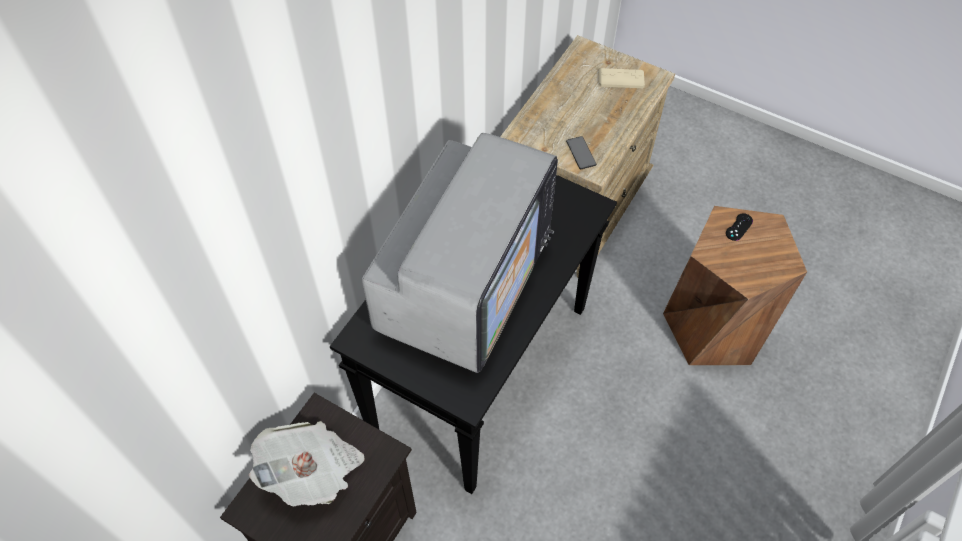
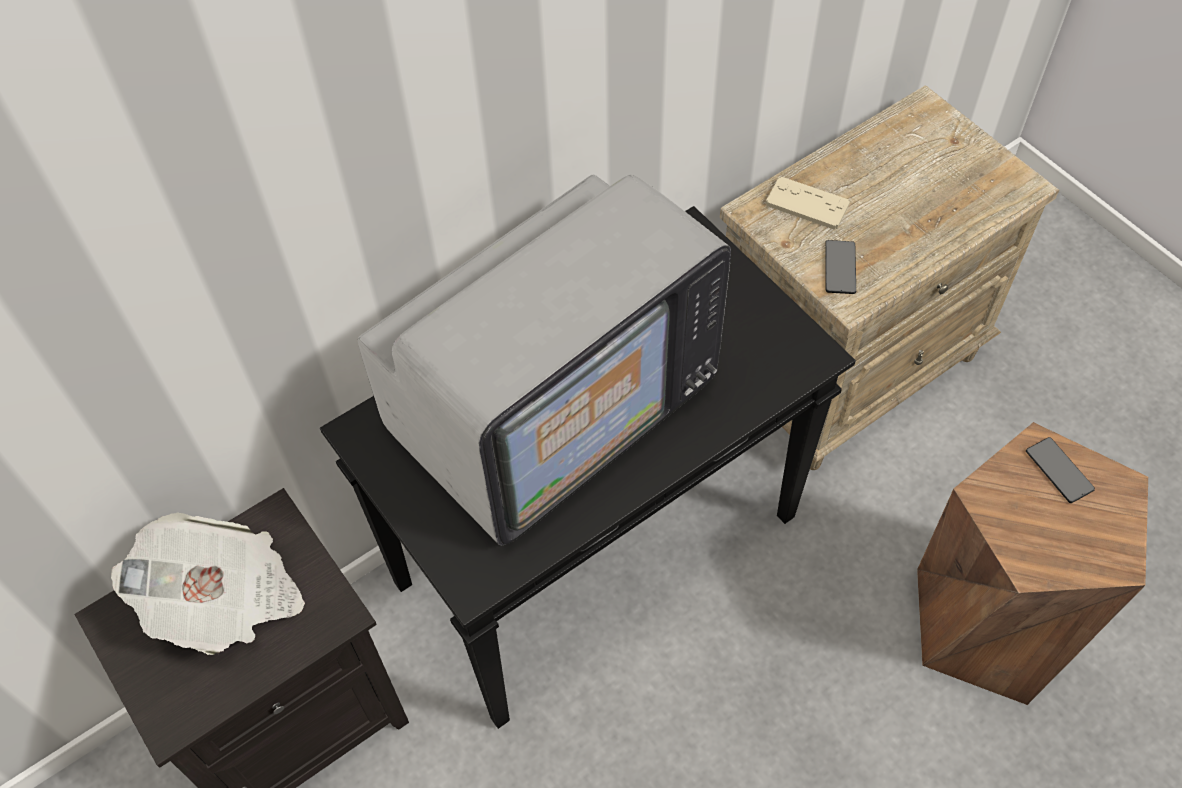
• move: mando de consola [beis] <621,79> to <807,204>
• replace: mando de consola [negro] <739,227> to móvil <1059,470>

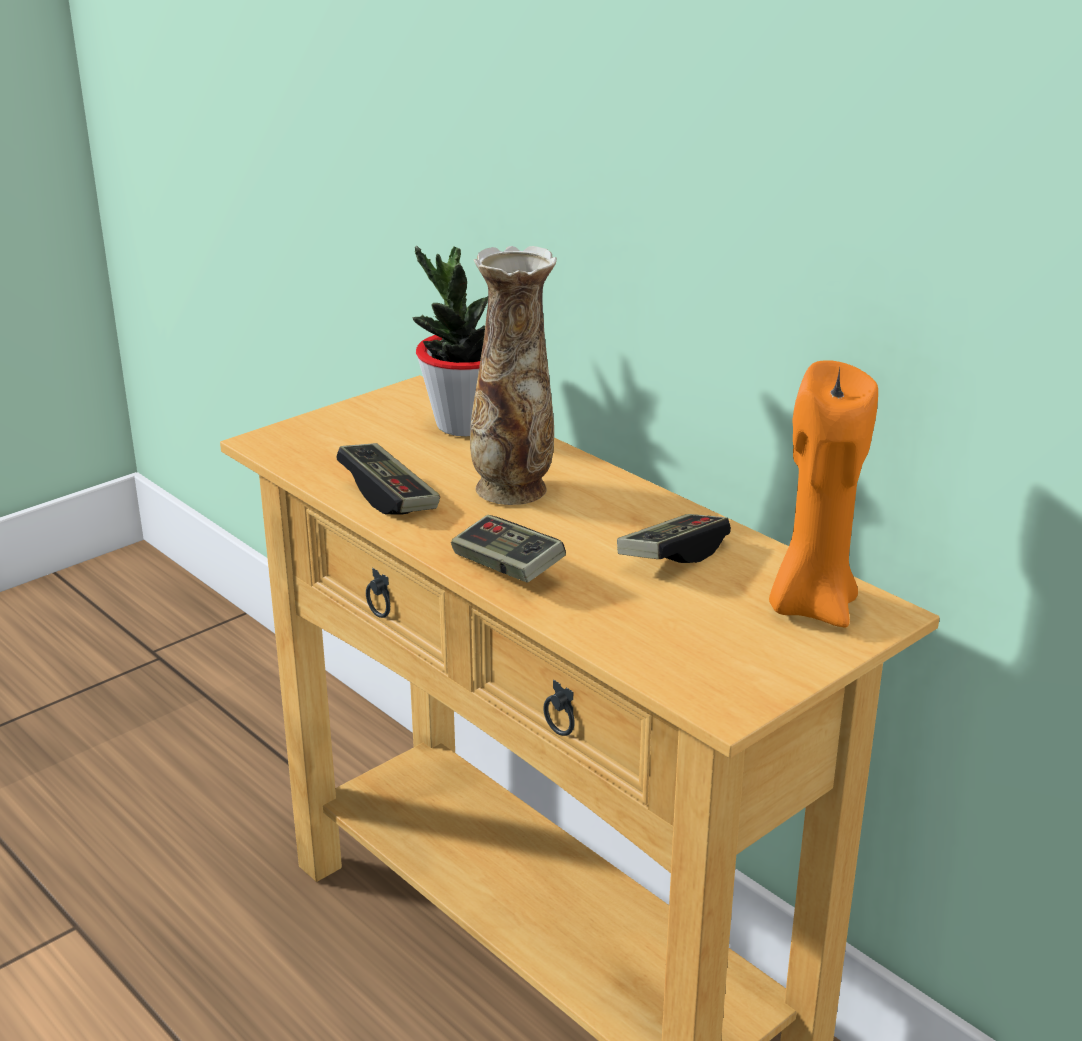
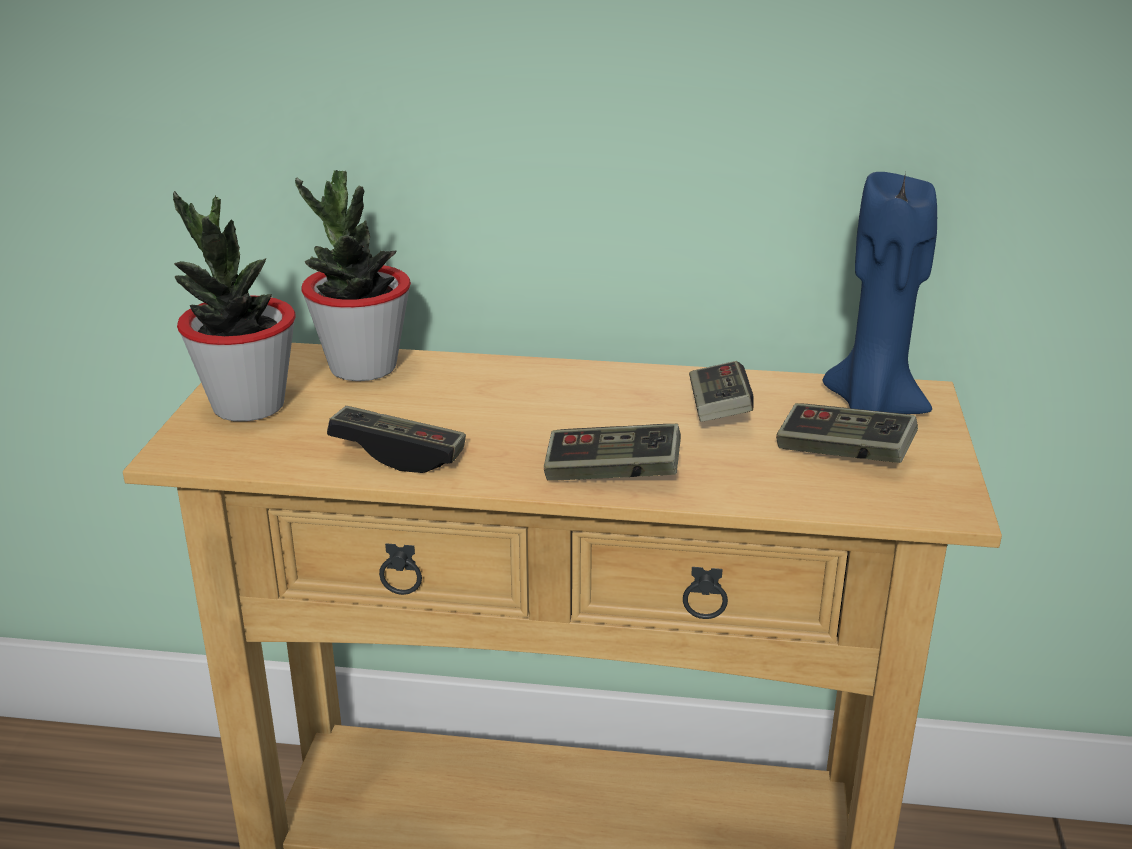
• delete: florero <513,489>
• insert: planta en maceta <248,406>
• insert: mando de consola <843,453>
• recolor: vela [naranja] <811,606> to vela [azul] <872,408>

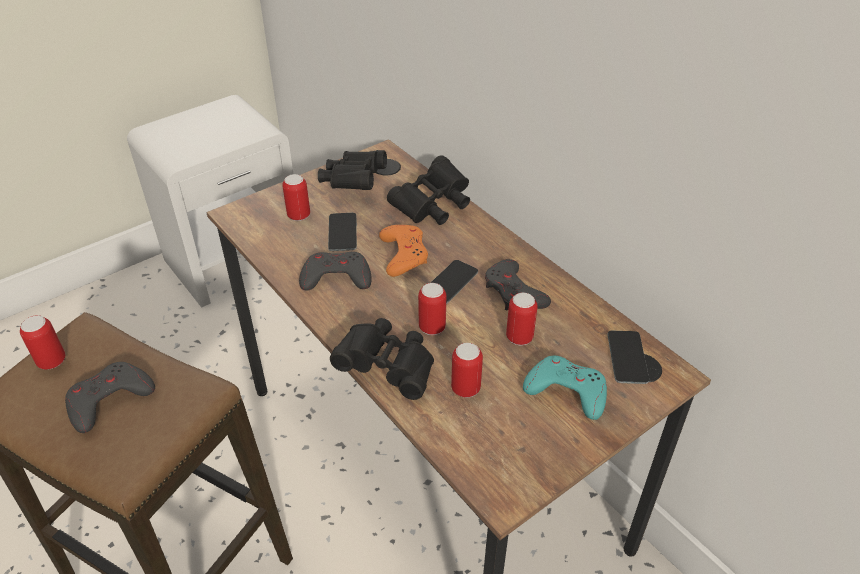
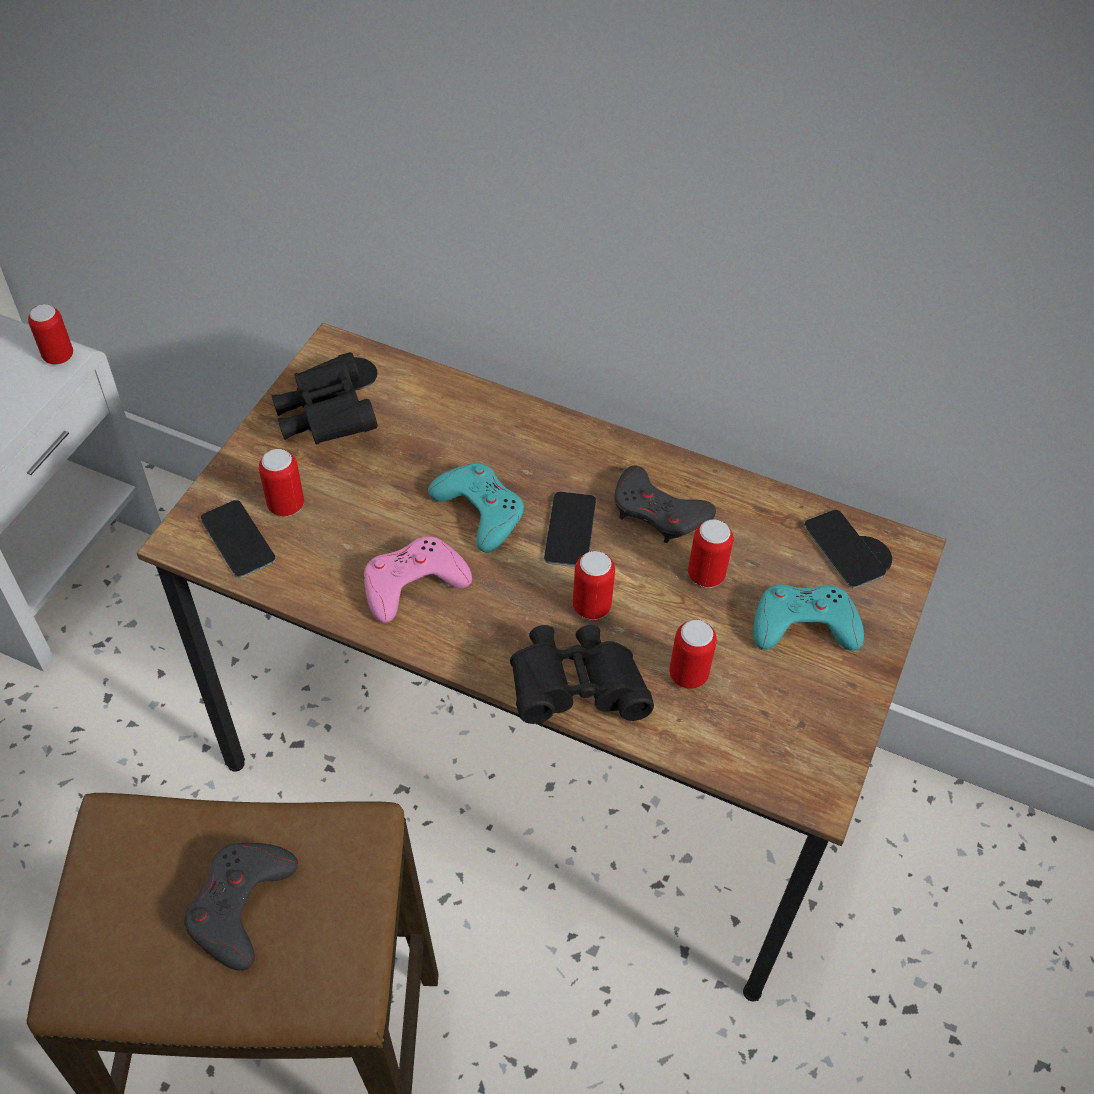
• delete: prismáticos [negro] <433,206>
• move: lata <52,361> to <58,356>
• move: móvil <342,232> to <238,539>
• recolor: mando de consola [gris] <336,277> to mando de consola [rosa] <413,583>
• recolor: mando de consola [naranja] <403,254> to mando de consola [turquesa] <479,510>

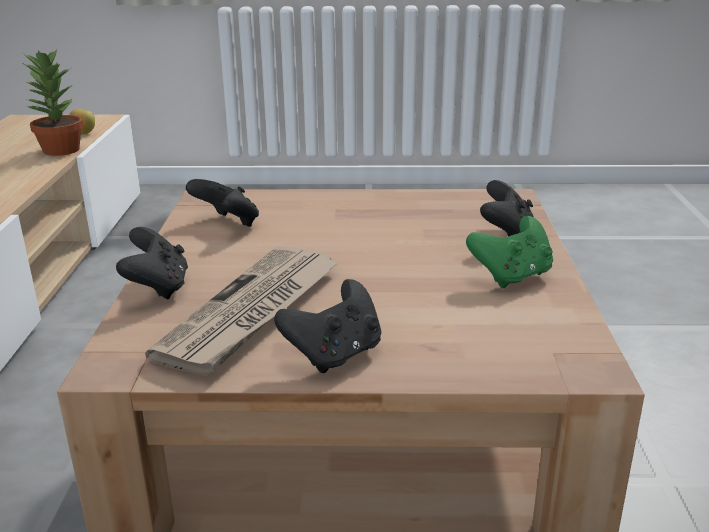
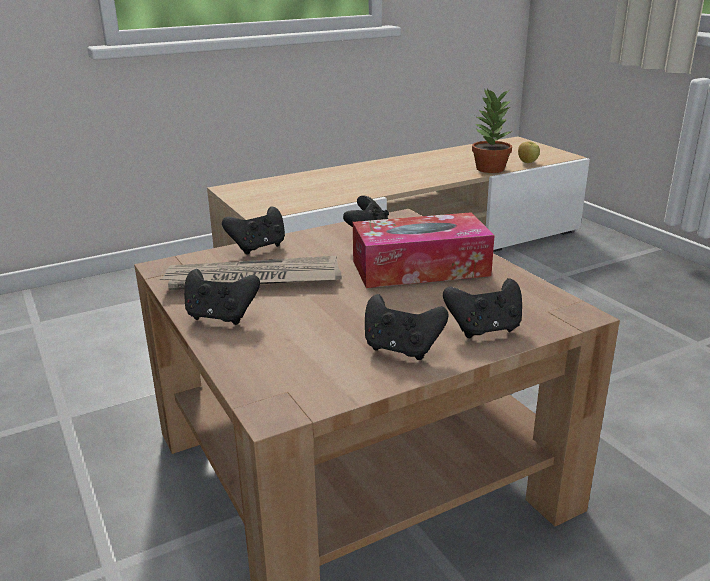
• insert: caja de pañuelos <420,268>
• recolor: mando de consola [verde] <512,276> to mando de consola [negro] <401,349>

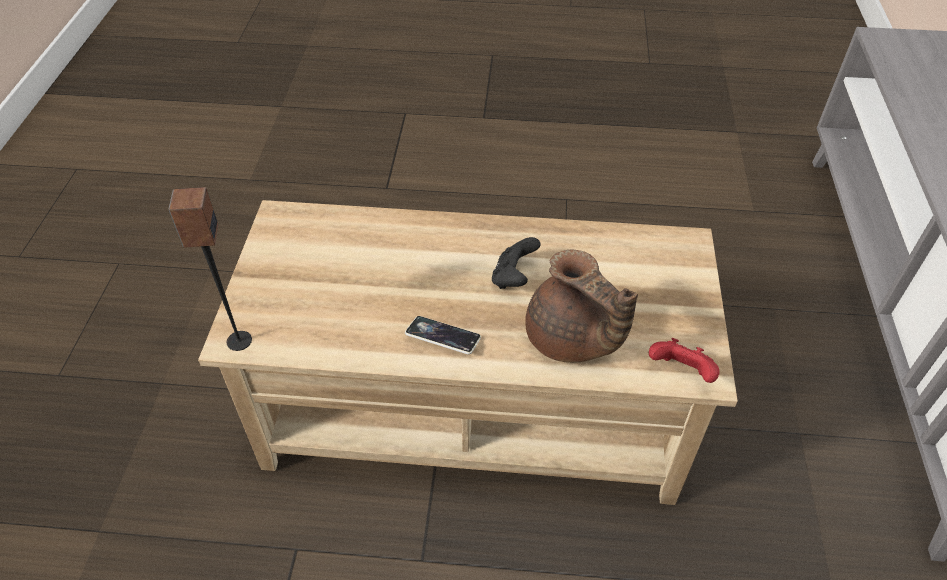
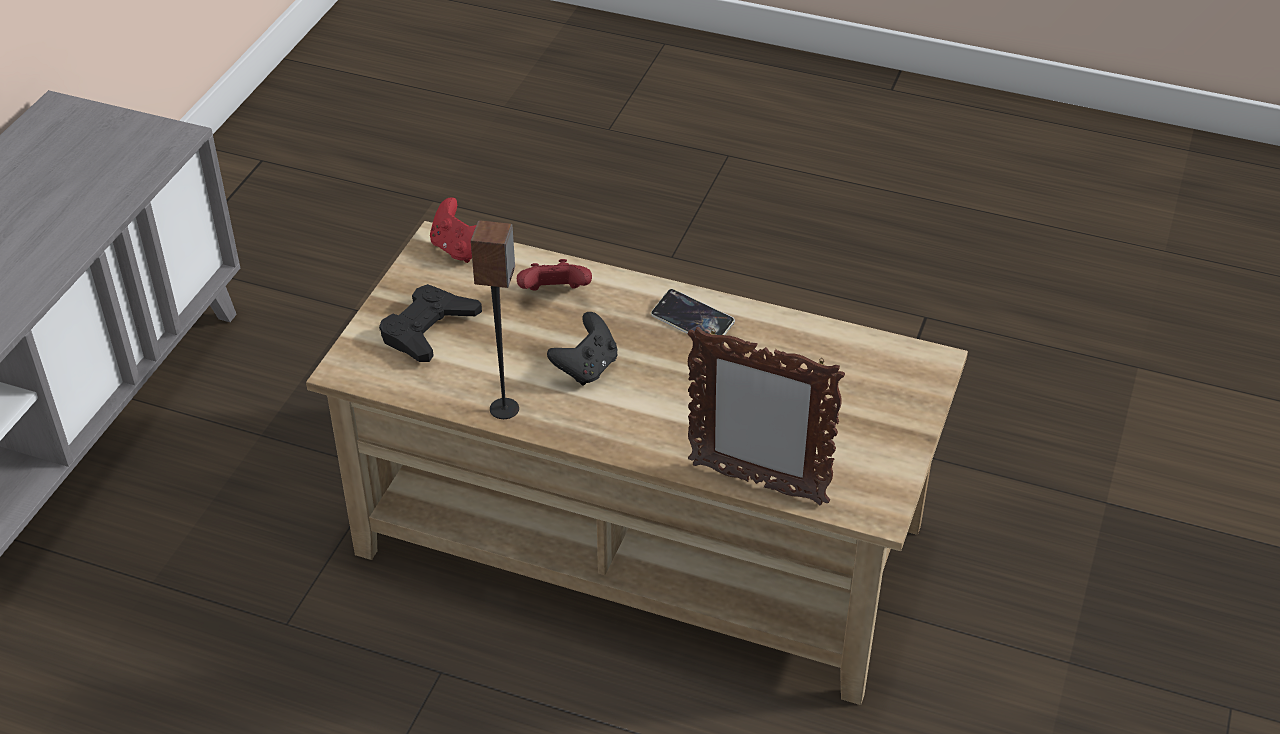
• insert: mando de consola [negro] <428,330>
• insert: portarretratos <756,483>
• move: altavoz <238,341> to <505,409>
• replace: tetera [marrón] <571,340> to mando de consola [rojo] <554,295>

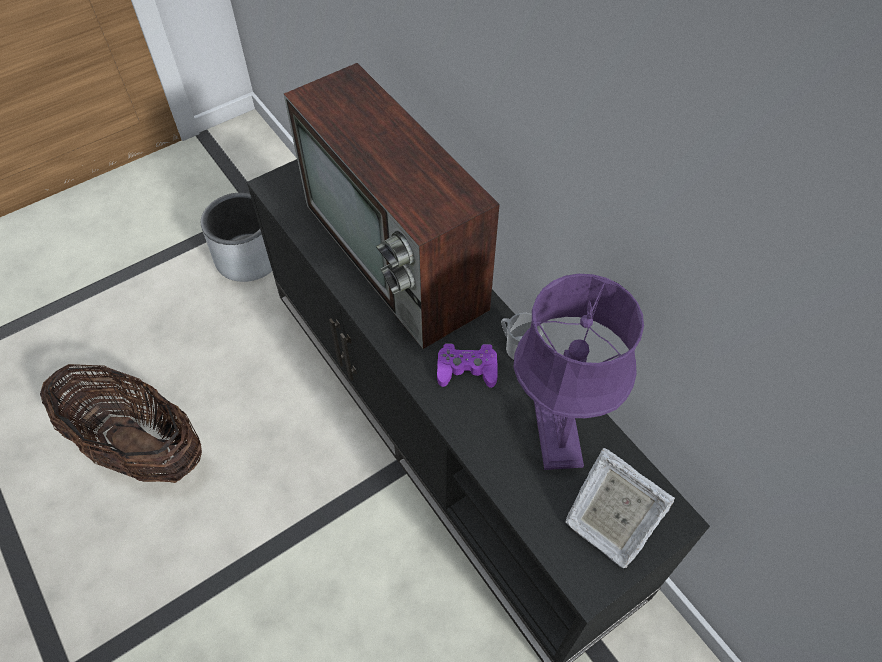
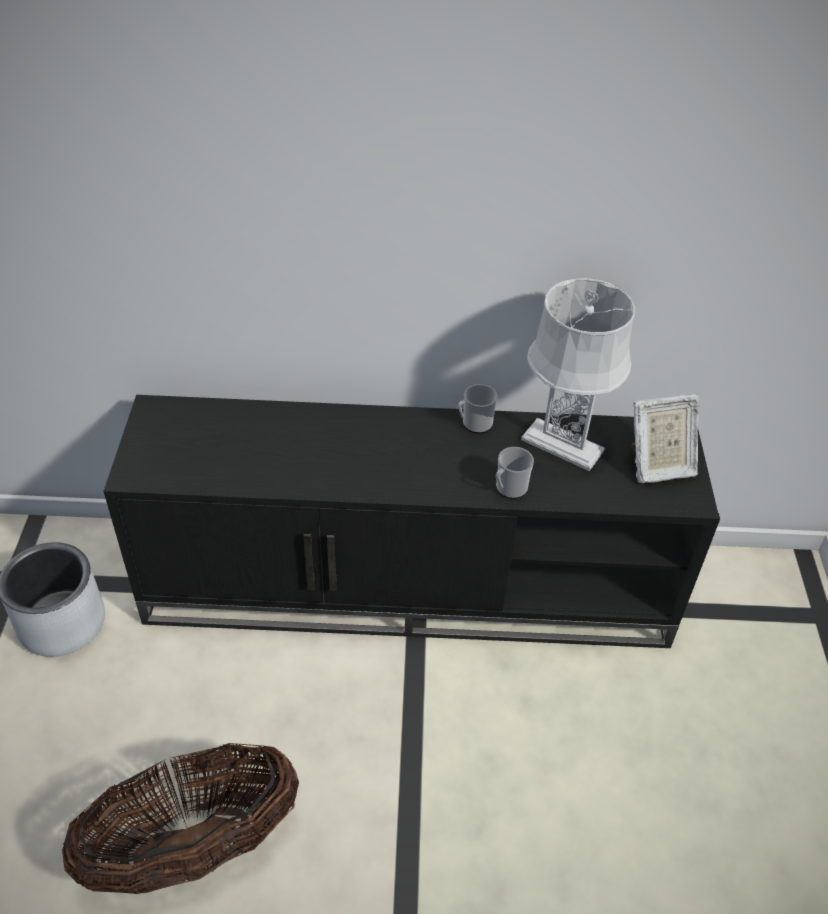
• delete: televisor <397,258>
• delete: mando de consola [morado] <466,369>
• insert: taza grande <508,489>
• recolor: lámpara de mesa [morado] <556,428> to lámpara de mesa [gris] <561,445>

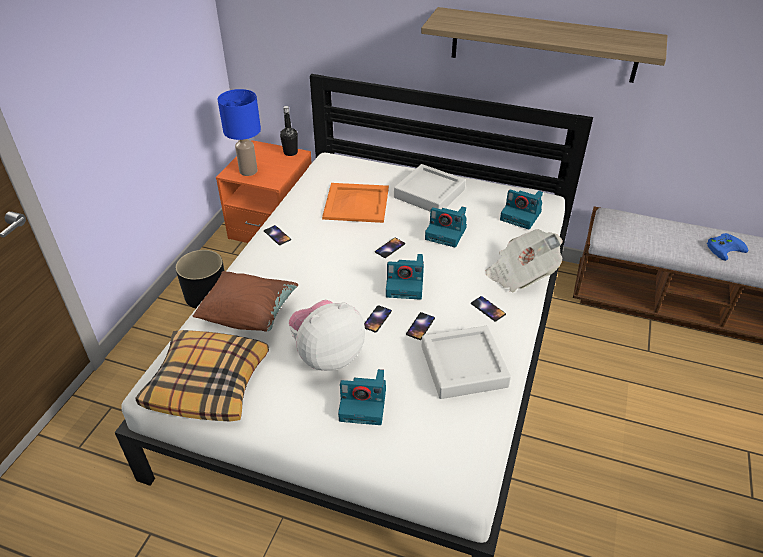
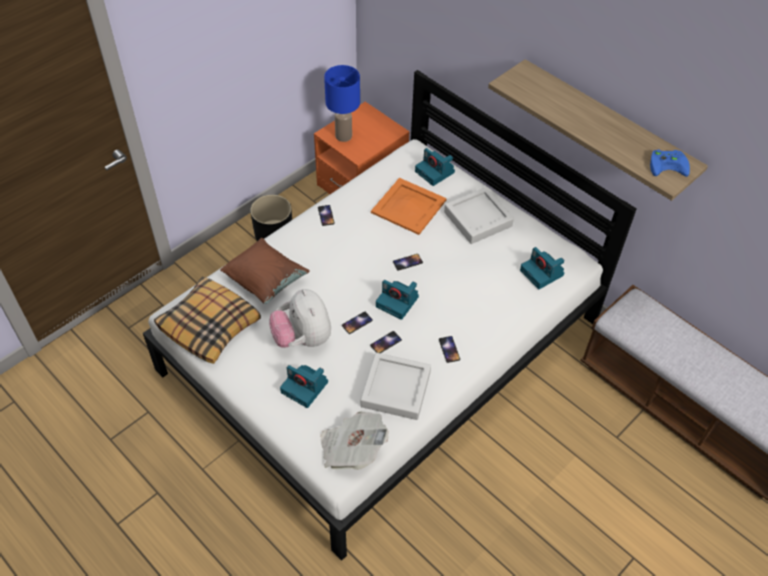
• delete: botella [negro] <290,152>
• move: cámara <447,233> to <435,172>
• move: periódico <521,274> to <352,449>
• move: mando de consola [azul] <724,247> to <668,164>
• rotate: peluche <327,355> = <303,338> 105 degrees counterclockwise

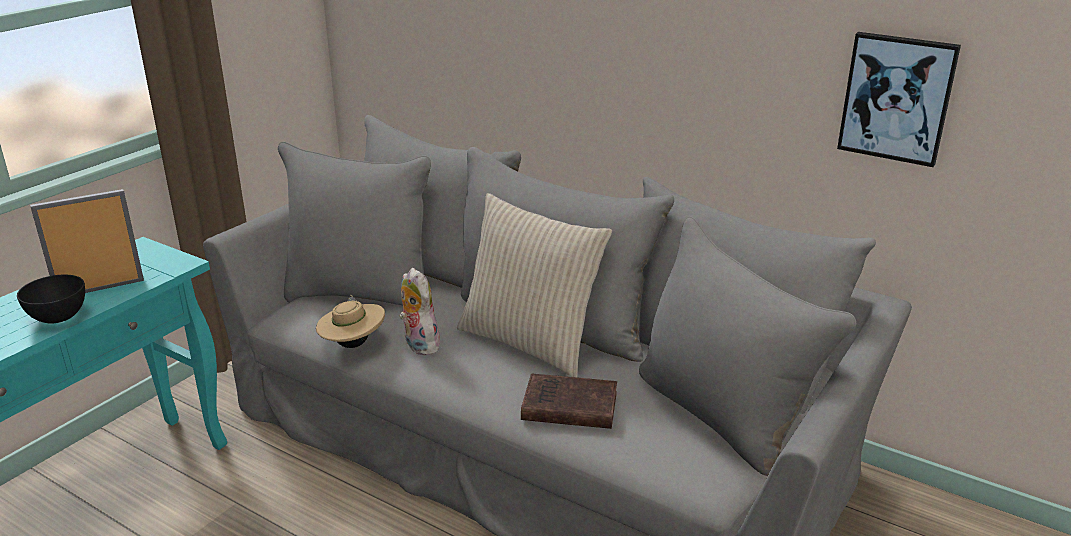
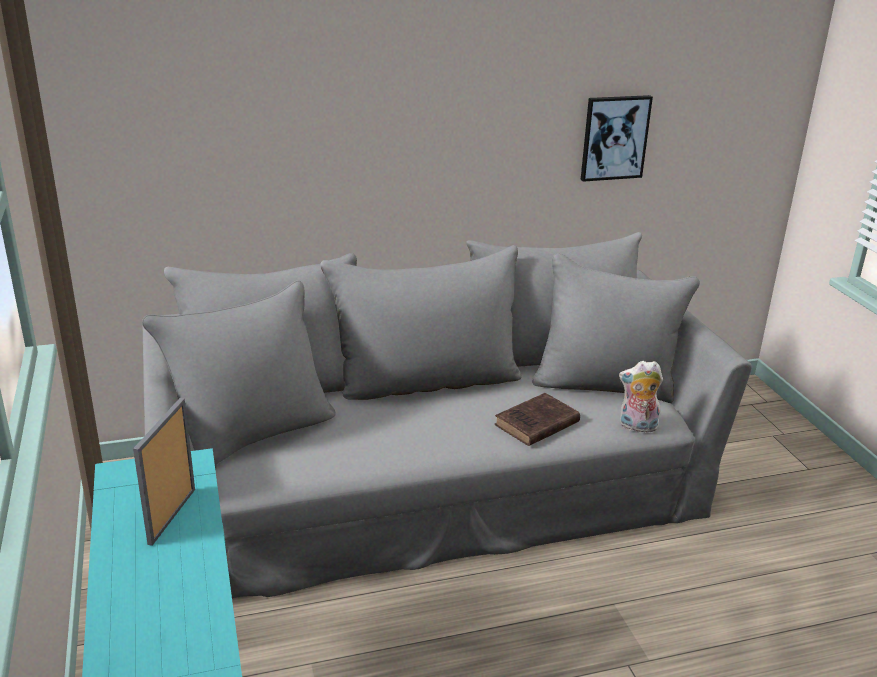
• delete: cuenco [negro] <58,317>
• delete: sombrero [beis] <353,344>
• delete: cojín [beis] <530,342>
• move: peluche <418,345> to <637,427>

